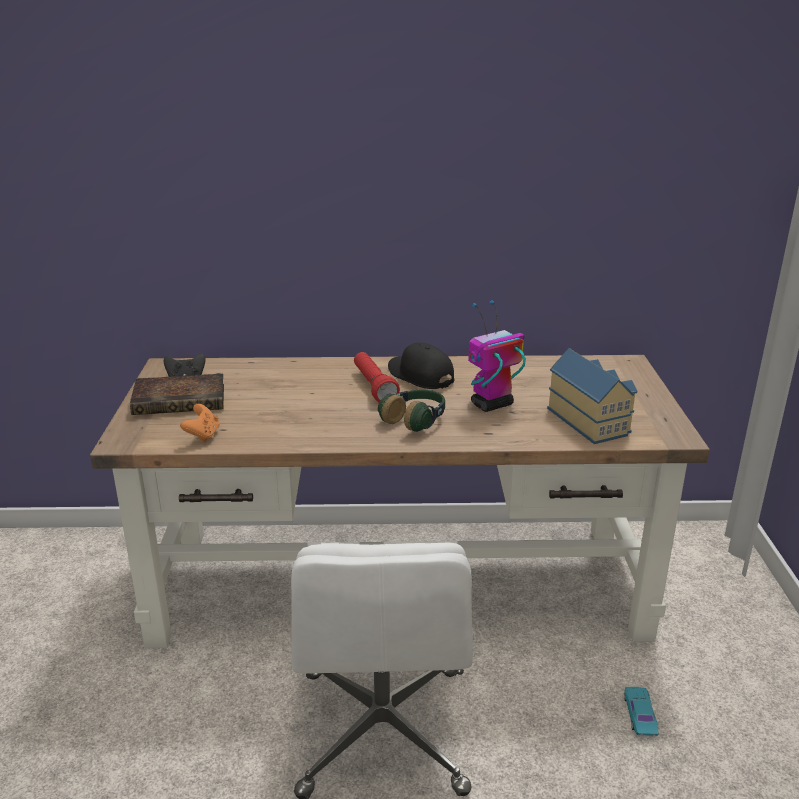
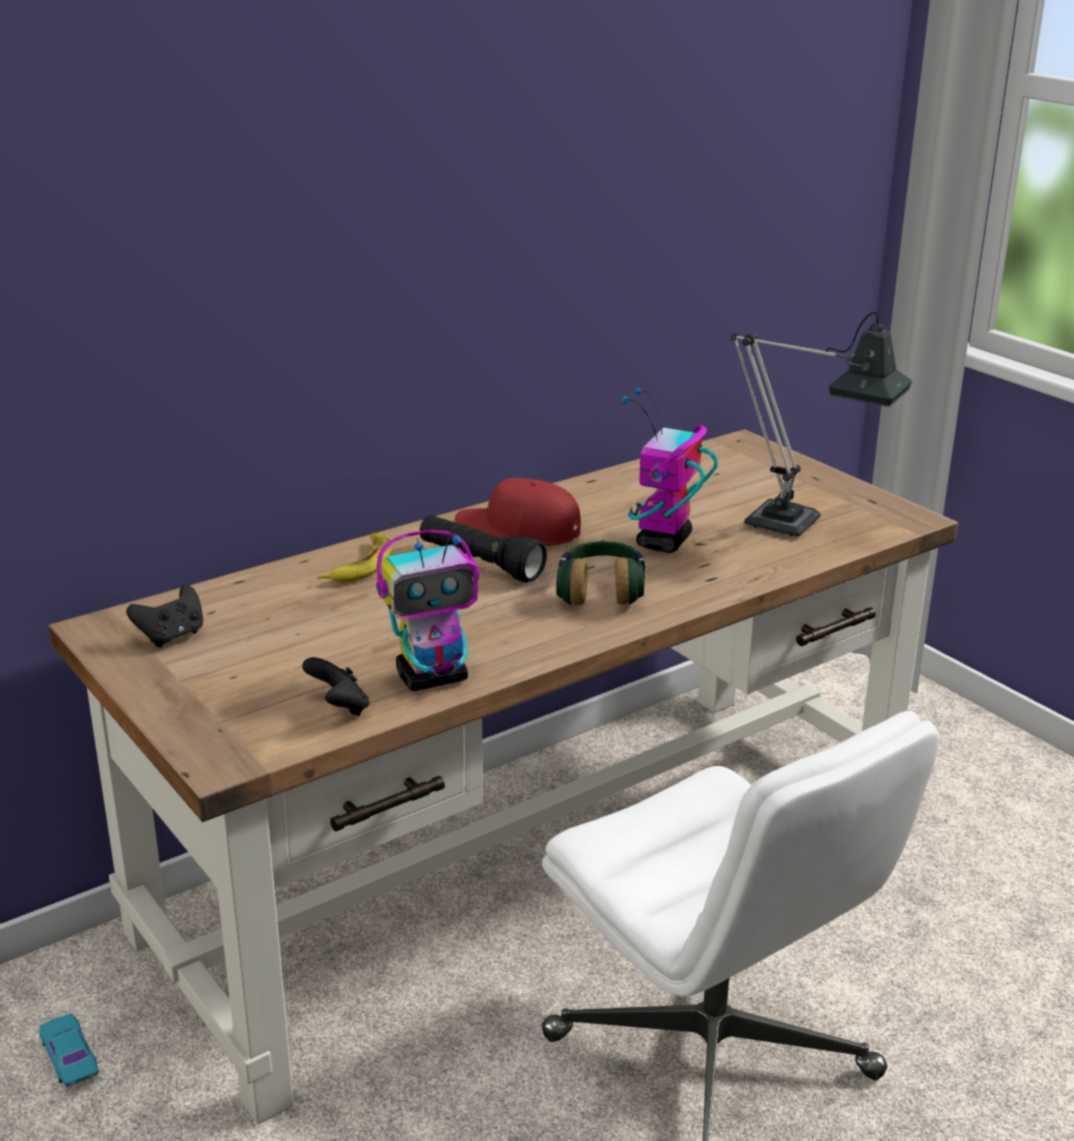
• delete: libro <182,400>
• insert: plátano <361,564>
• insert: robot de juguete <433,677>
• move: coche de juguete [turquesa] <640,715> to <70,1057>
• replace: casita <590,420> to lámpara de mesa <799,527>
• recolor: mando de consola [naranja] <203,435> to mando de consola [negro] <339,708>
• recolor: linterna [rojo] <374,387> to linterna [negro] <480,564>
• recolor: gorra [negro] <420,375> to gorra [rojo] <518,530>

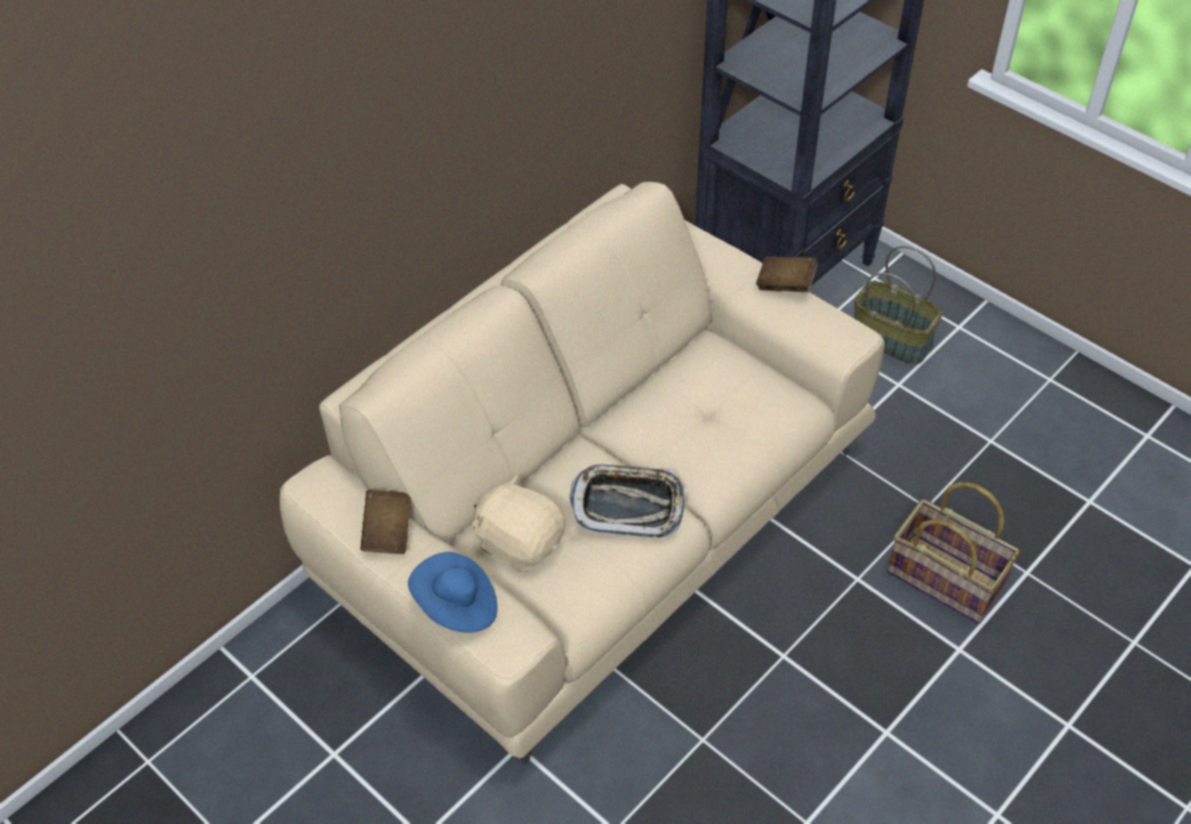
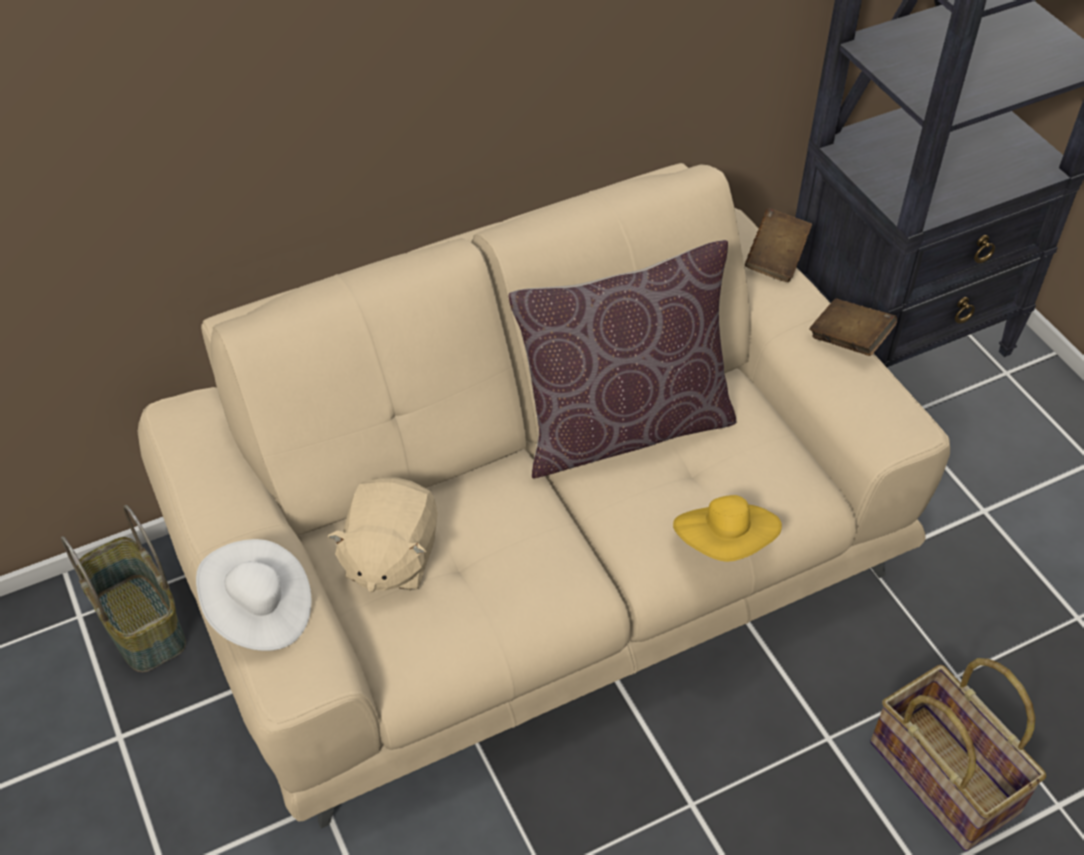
• delete: bandeja <628,505>
• insert: cojín [marrón] <623,426>
• insert: sombrero [amarillo] <725,543>
• move: libro [marrón] <388,532> to <776,259>
• move: cesta <892,339> to <142,623>
• recolor: sombrero [azul] <457,606> to sombrero [blanco] <259,611>
• rotate: peluche [beis] <519,542> = <390,557> 135 degrees counterclockwise

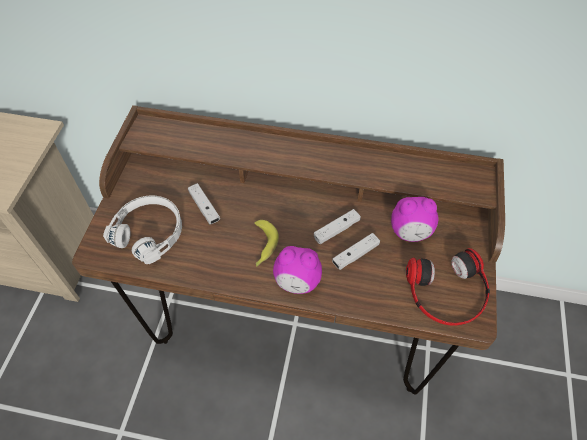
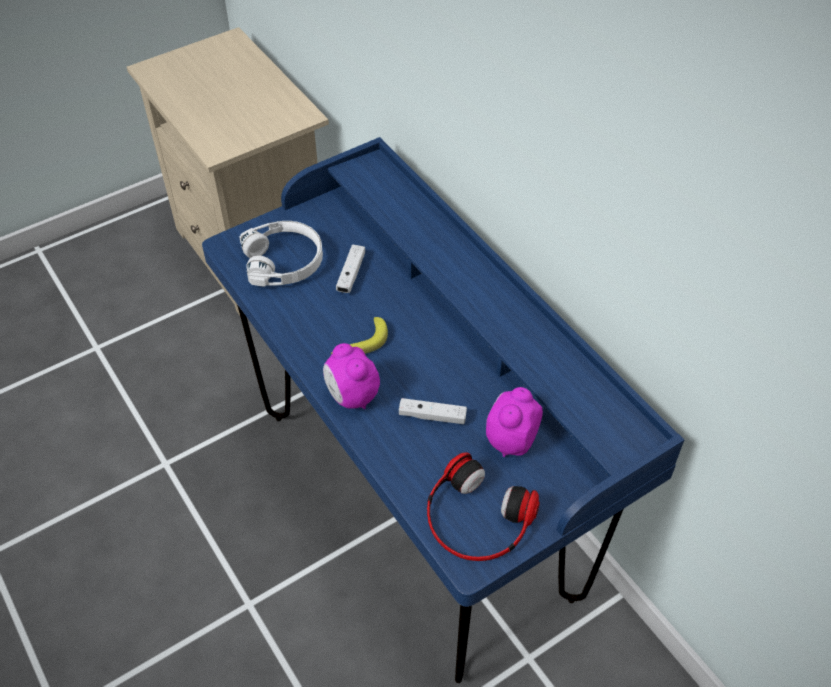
• delete: mando de consola [blanco] <336,230>
• recolor: escritorio [marrón] <293,319> to escritorio [azul] <417,502>
• rotate: despertador <410,233> = <510,440> 75 degrees clockwise

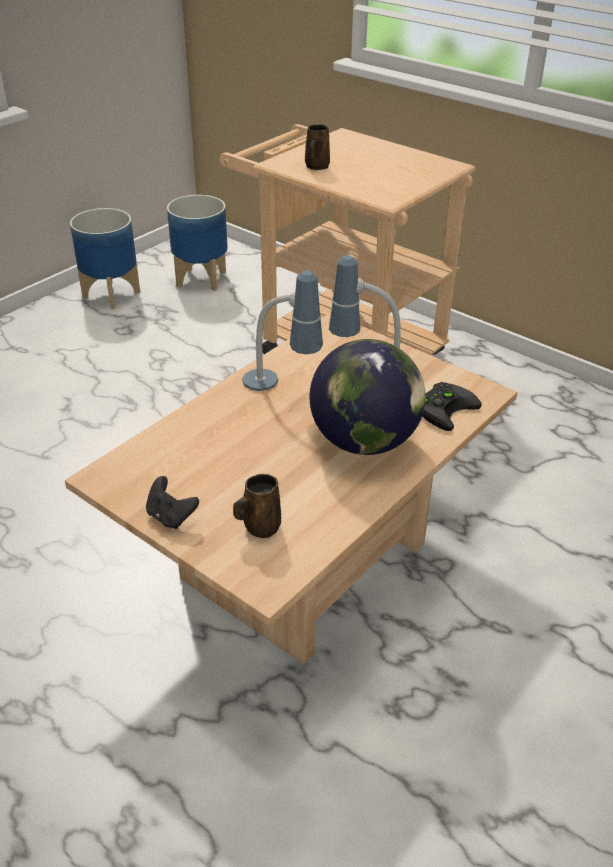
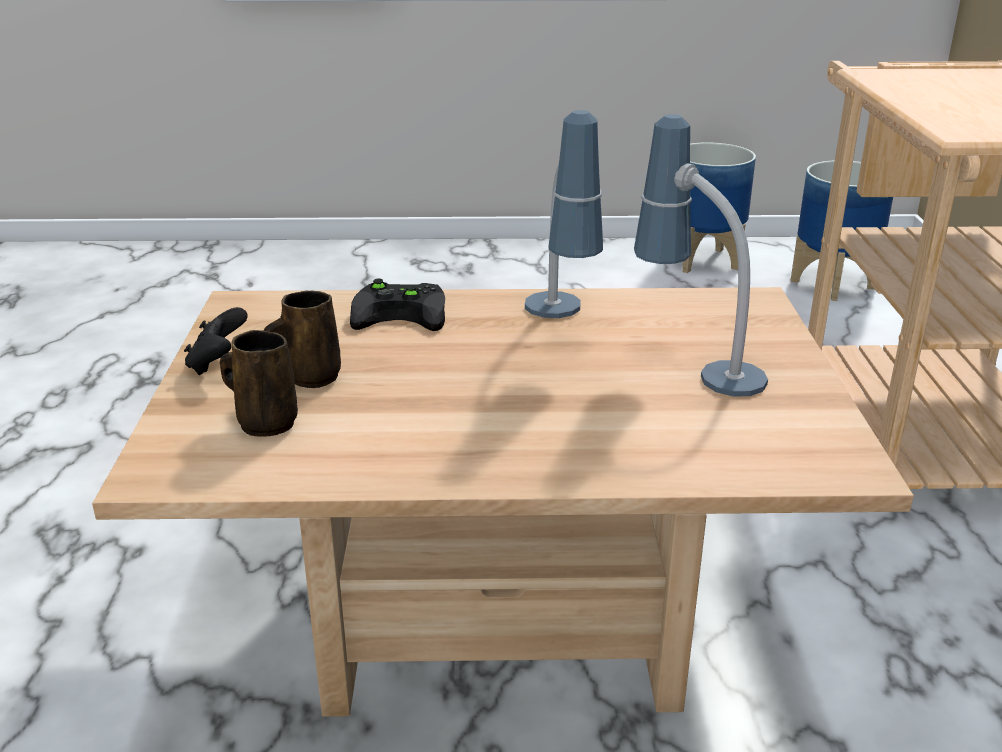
• delete: globo terráqueo <365,441>
• move: taza grande [marrón] <316,167> to <310,377>
• move: mando de consola [negro] <444,407> to <403,313>

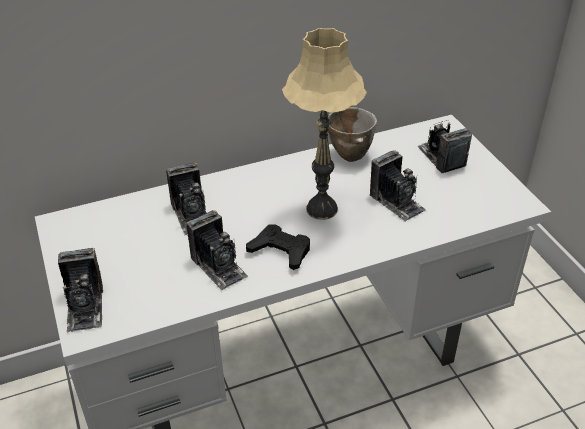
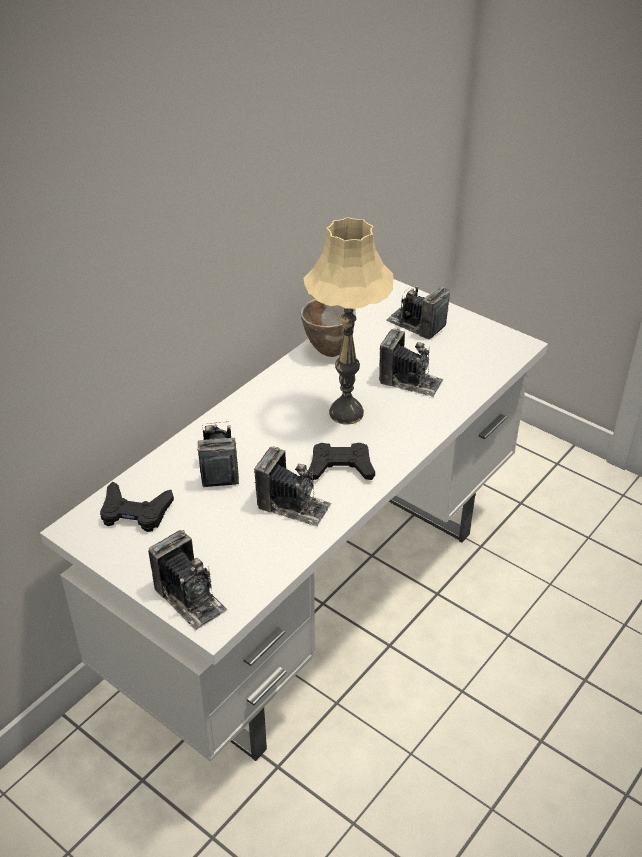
• insert: mando de consola [negro] <135,512>
• rotate: cámara <192,215> = <219,466> 135 degrees counterclockwise

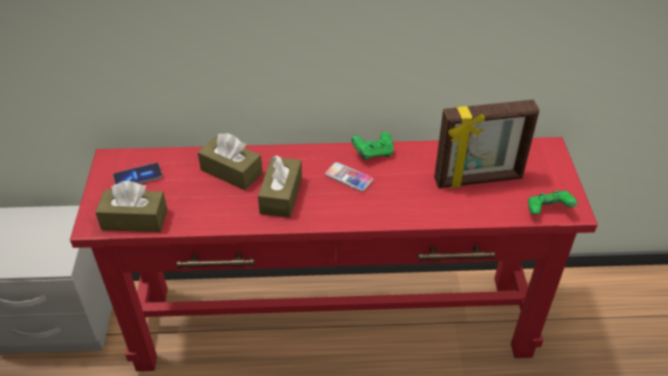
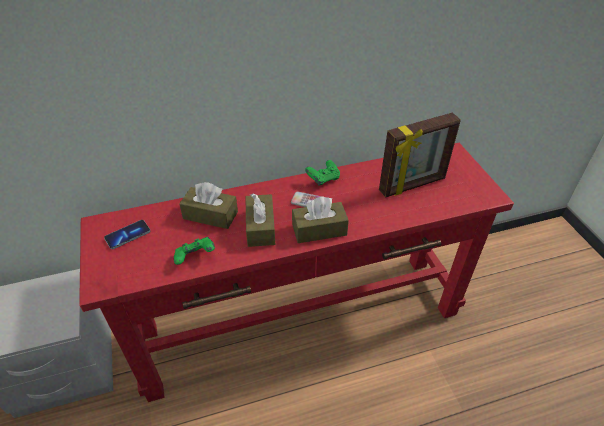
• move: caja de pañuelos [marrón] <134,219> to <319,230>
• move: mando de consola [verde] <548,211> to <195,257>

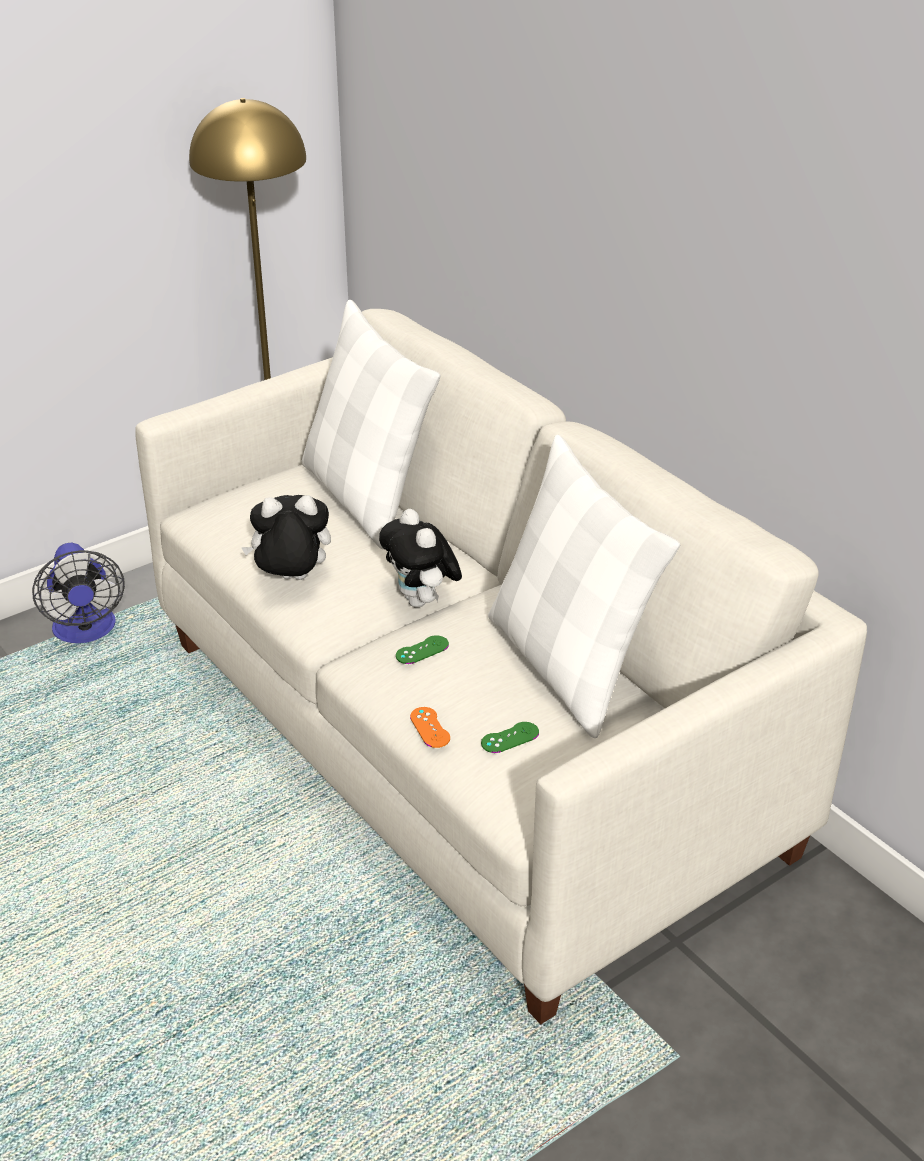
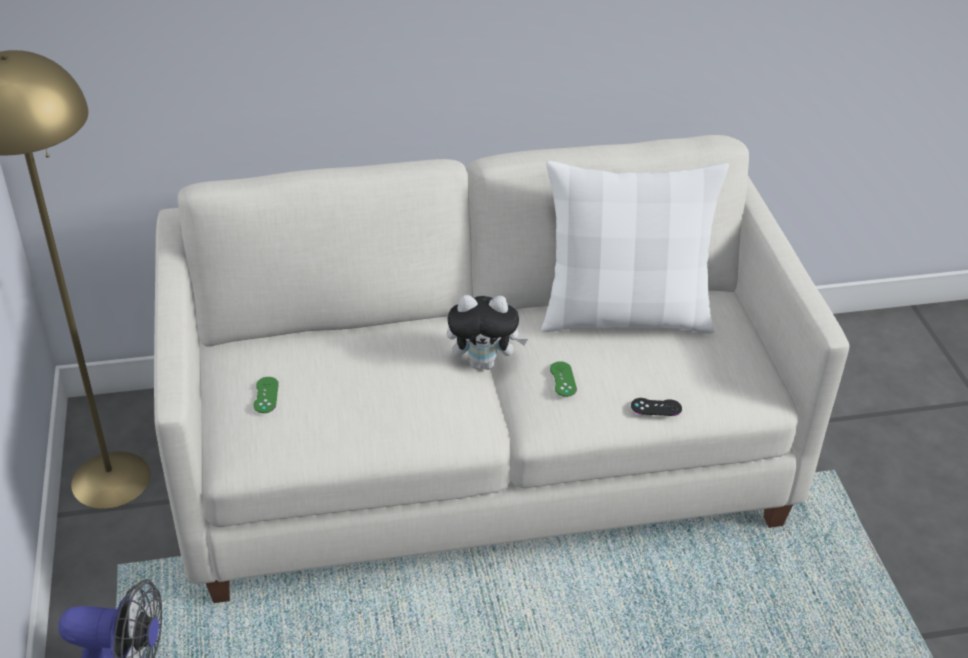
• delete: peluche <291,580>
• delete: cojín [blanco] <366,498>
• move: mando de consola [verde] <510,738> to <266,395>
• recolor: mando de consola [naranja] <430,727> to mando de consola [negro] <656,407>

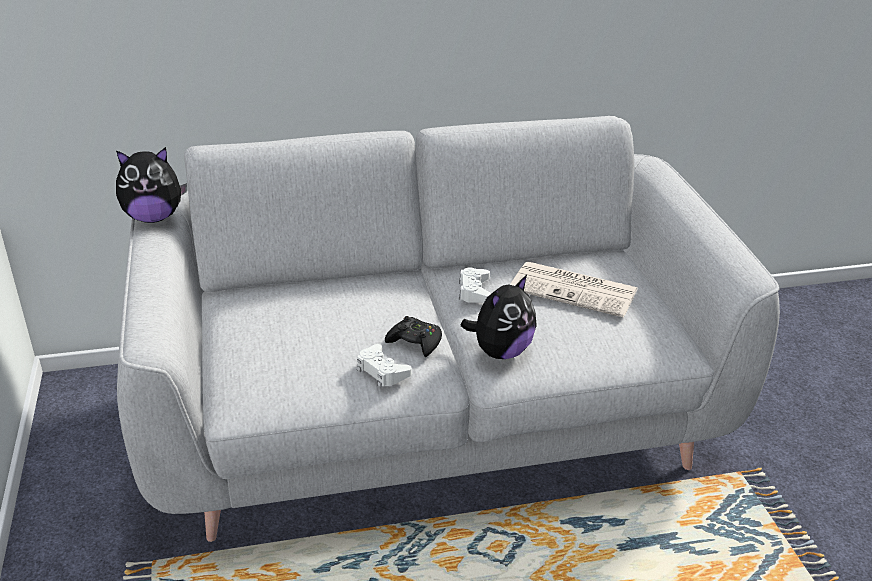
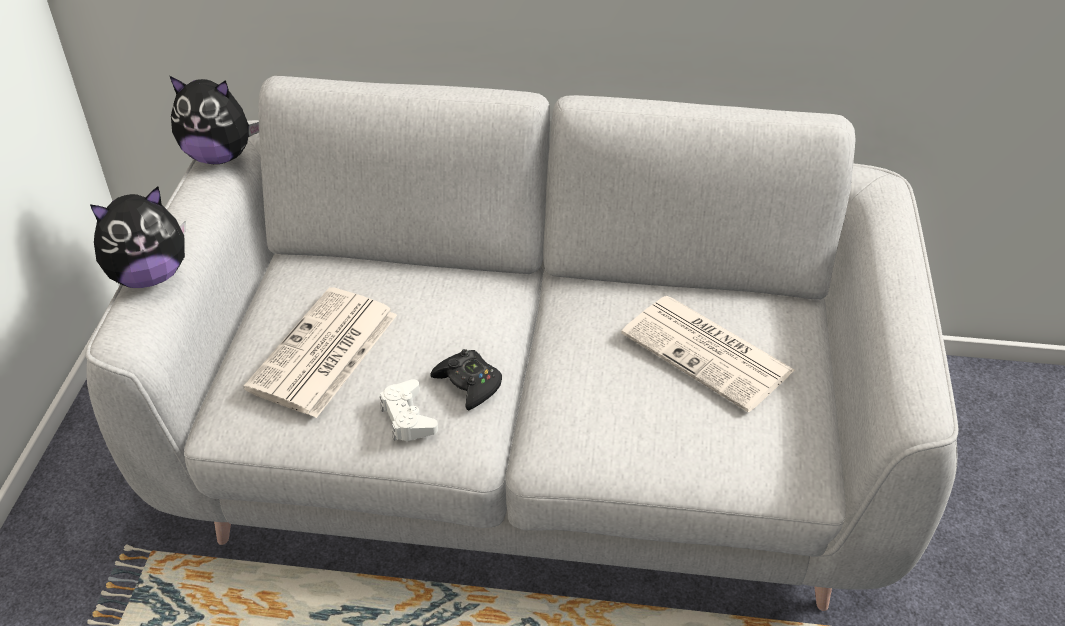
• delete: mando de consola [blanco] <474,291>
• insert: periódico <323,354>
• move: peluche <500,351> to <149,276>

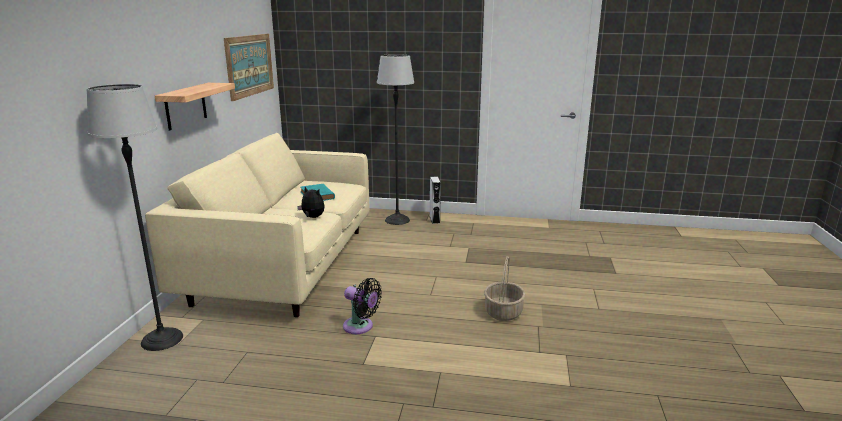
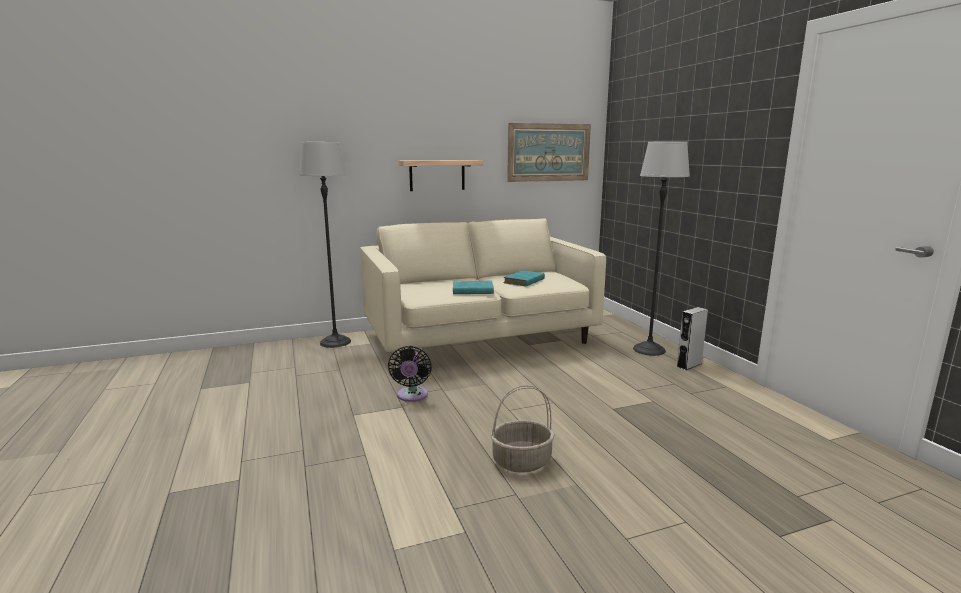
• replace: peluche <312,217> to libro [turquesa] <471,290>

